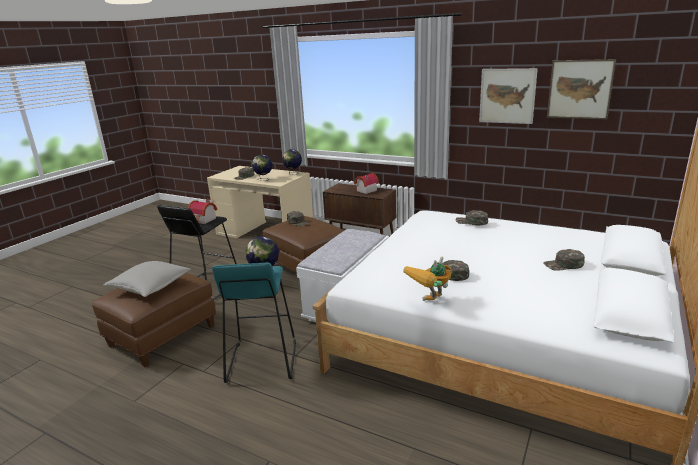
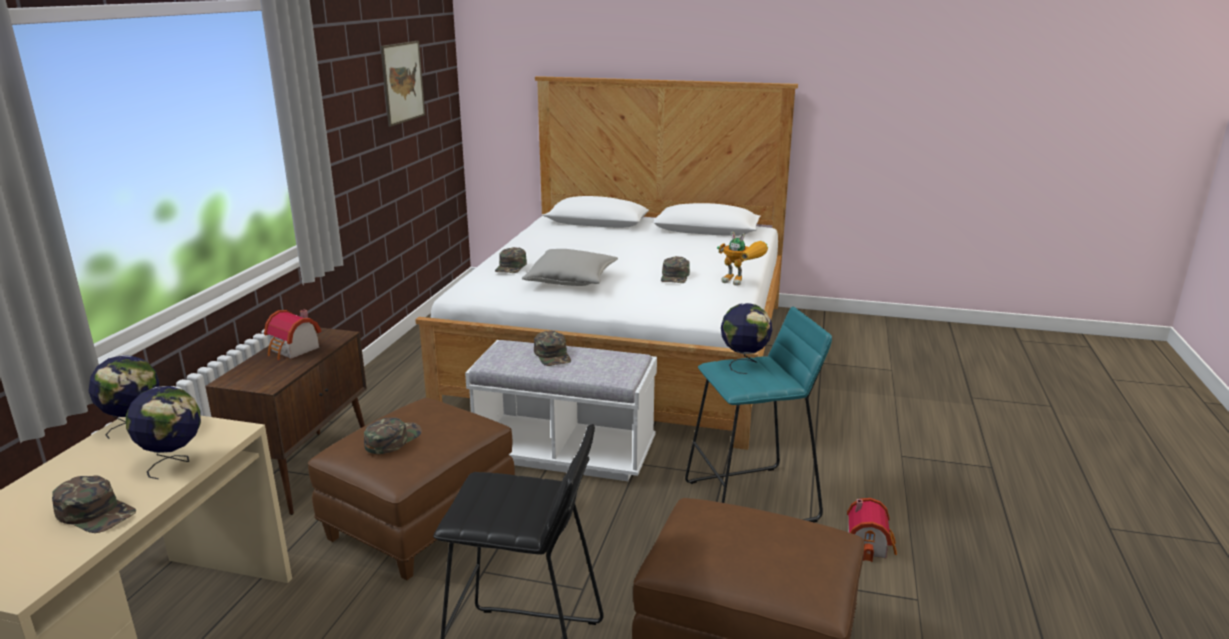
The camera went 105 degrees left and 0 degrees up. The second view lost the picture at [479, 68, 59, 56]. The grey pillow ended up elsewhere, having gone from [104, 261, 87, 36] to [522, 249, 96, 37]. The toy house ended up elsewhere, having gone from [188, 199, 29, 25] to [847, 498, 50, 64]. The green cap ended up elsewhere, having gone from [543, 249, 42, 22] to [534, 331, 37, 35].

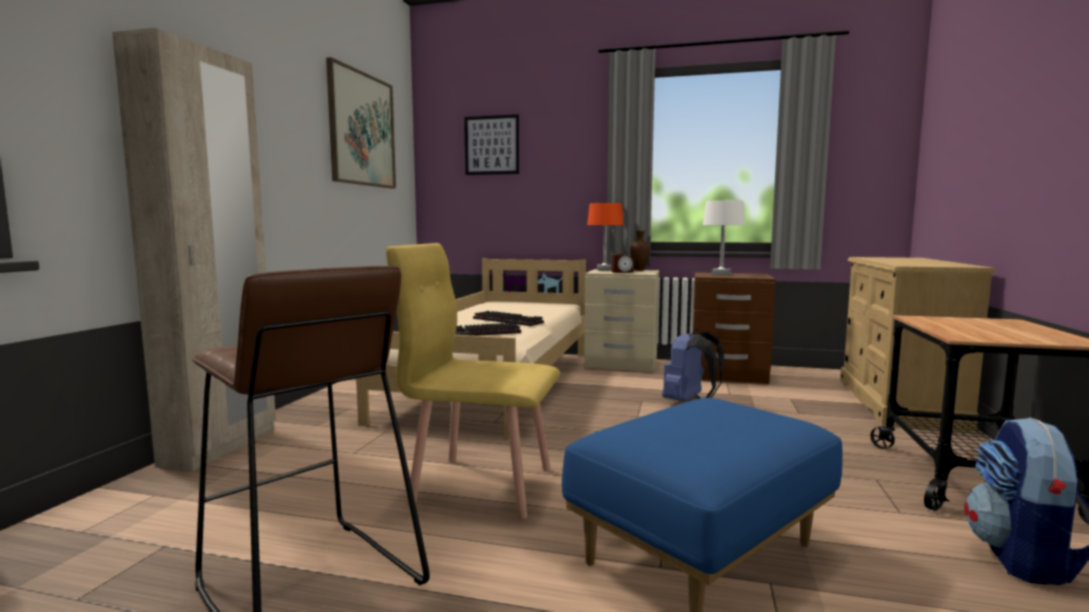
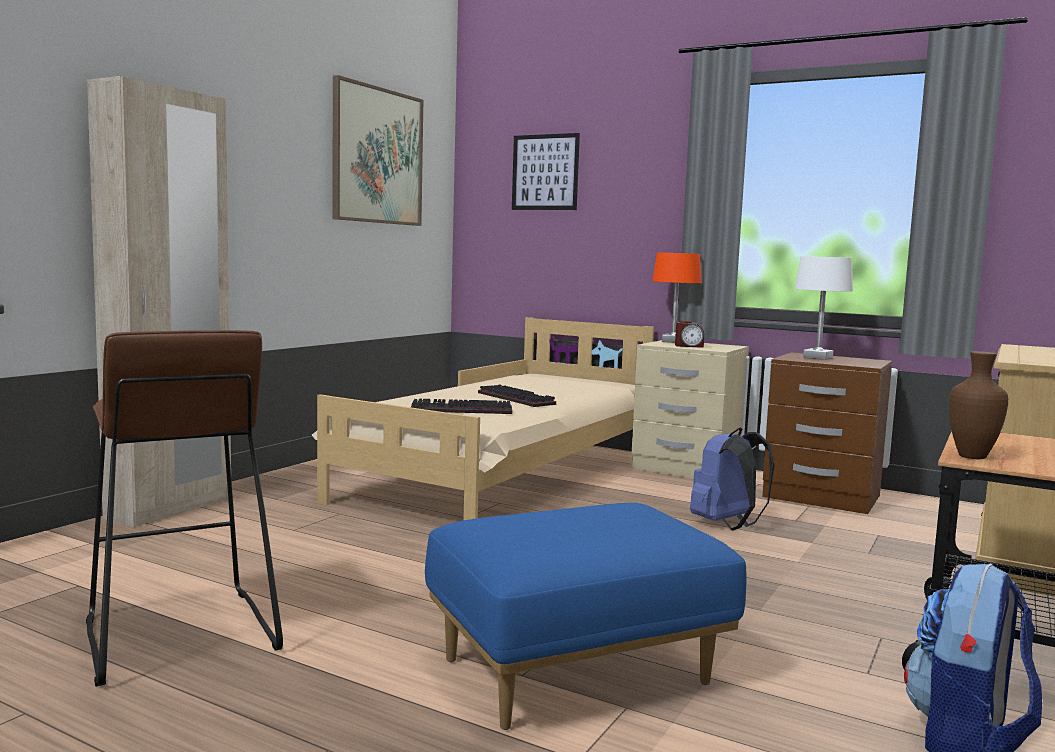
The camera went 15 degrees right and 0 degrees up. The second view lost the yellow chair at [386, 243, 174, 276]. The brown vase ended up elsewhere, having gone from [630, 231, 20, 40] to [949, 351, 59, 108].

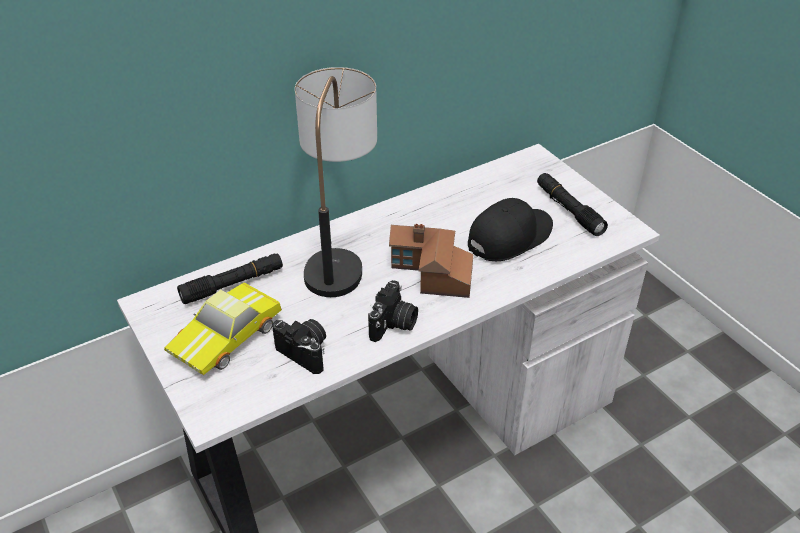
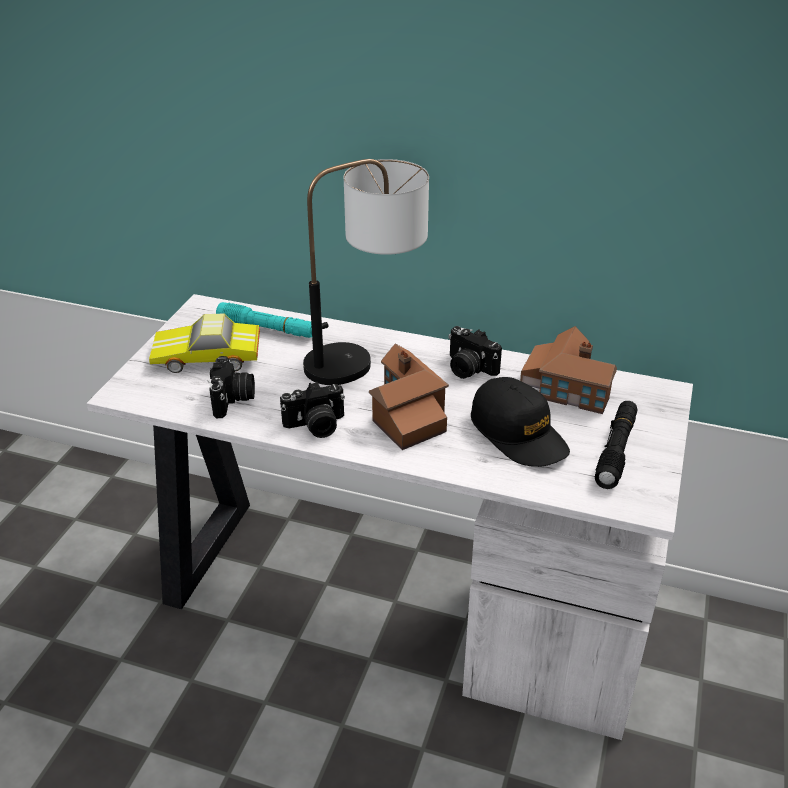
The camera went 50 degrees right and 5 degrees down. The second view gained the photo camera at [448, 326, 54, 53]. The second view gained the toy house at [520, 326, 97, 88]. What was the black flashlight at [177, 253, 106, 51] turned into the turquoise flashlight at [216, 302, 96, 36]. The black cap at [468, 198, 85, 63] ended up facing another way, 45 degrees clockwise from before.

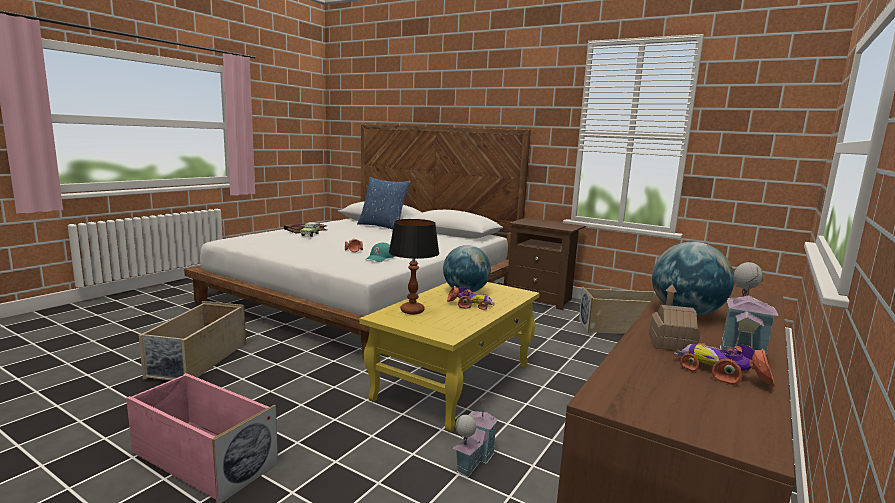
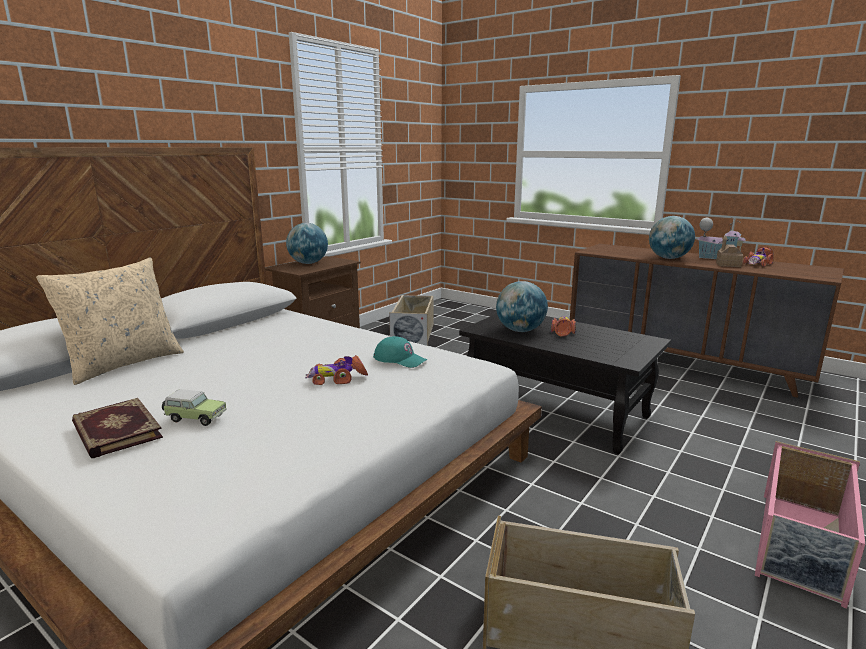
The camera went 85 degrees left and 5 degrees up. The second view lost the table lamp at [389, 219, 50, 95]. The second view lost the toy house at [452, 398, 46, 80]. The second view gained the globe at [286, 223, 42, 41]. What was the blue pillow at [357, 177, 54, 53] turned into the beige pillow at [36, 257, 148, 128]. What was the yellow coffee table at [360, 282, 180, 150] turned into the black coffee table at [459, 314, 212, 140].

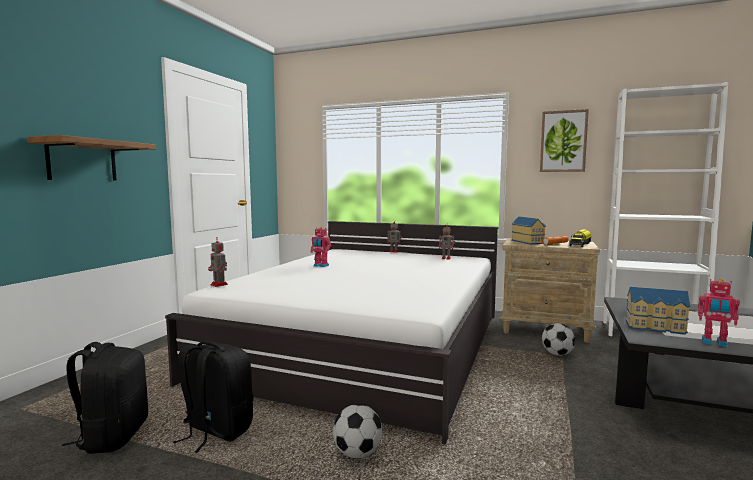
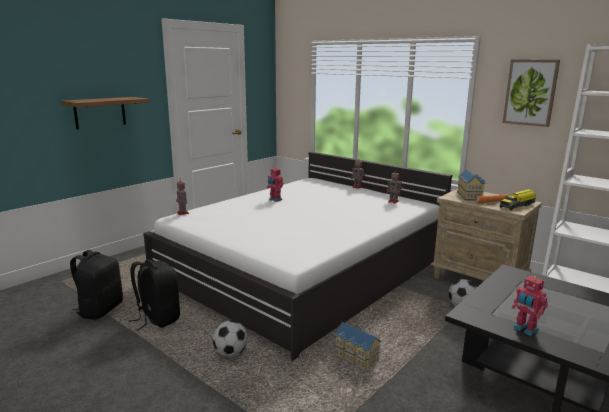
The camera went 20 degrees right and 10 degrees up. The toy house ended up elsewhere, having gone from [626, 287, 64, 48] to [335, 322, 46, 48].

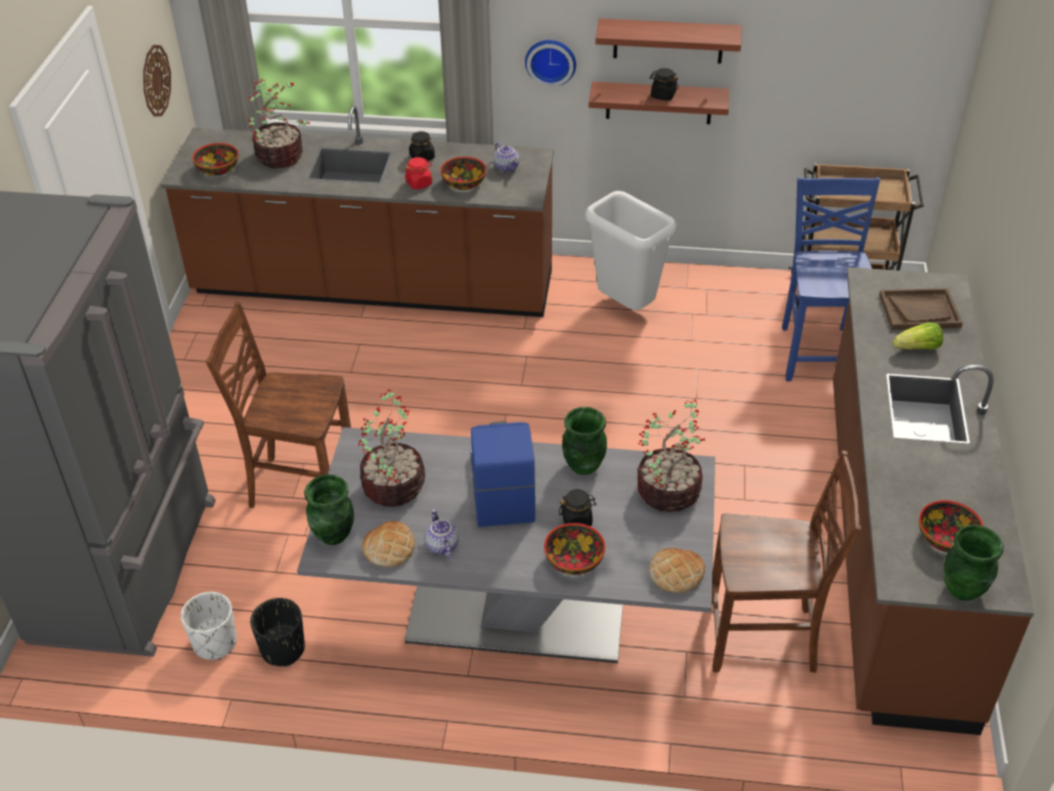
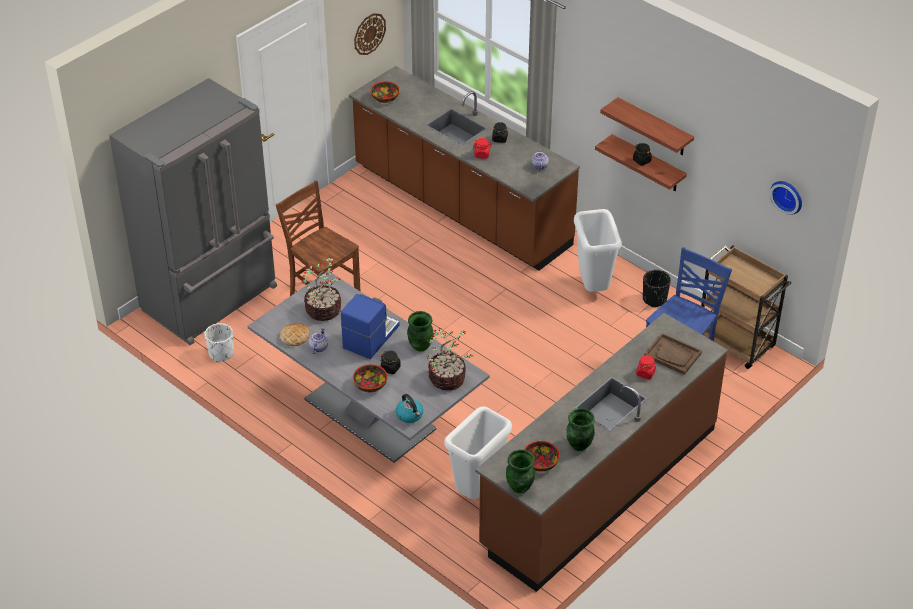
The camera went 35 degrees right and 0 degrees up. The second view lost the potted plant at [247, 78, 64, 90]. The second view lost the bowl at [440, 157, 46, 33]. The black planter ended up elsewhere, having gone from [250, 598, 55, 69] to [643, 270, 28, 37]. The green vase ended up elsewhere, having gone from [304, 474, 50, 71] to [566, 408, 29, 43]. The wall clock ended up elsewhere, having gone from [525, 40, 51, 47] to [770, 181, 32, 34]. Where the bread stood at [649, 548, 56, 45], the kettle came to stand at [396, 394, 27, 29]. Where the brown chair stood at [712, 451, 149, 222], the white trash can came to stand at [444, 406, 68, 93]. Where the lettuce stood at [893, 322, 50, 28], the red jar came to stand at [636, 355, 20, 24].

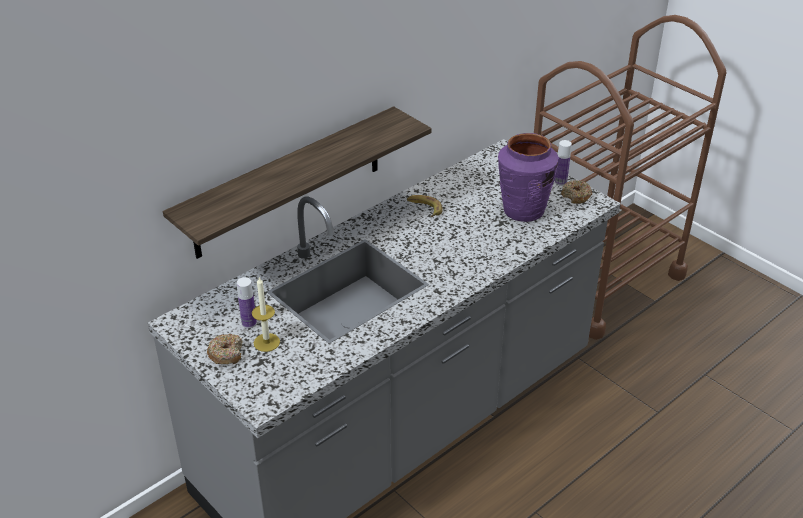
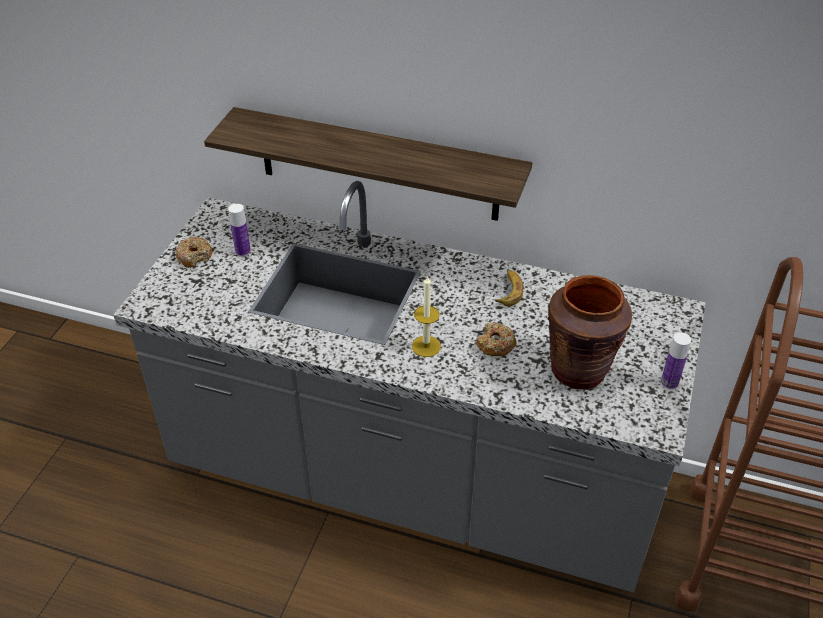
The camera went 60 degrees right and 5 degrees up. The candle ended up elsewhere, having gone from [252, 277, 28, 75] to [412, 275, 29, 82]. The donut ended up elsewhere, having gone from [561, 180, 31, 24] to [476, 323, 40, 33]. What was the purple vase at [498, 133, 60, 89] turned into the brown vase at [548, 275, 84, 115].

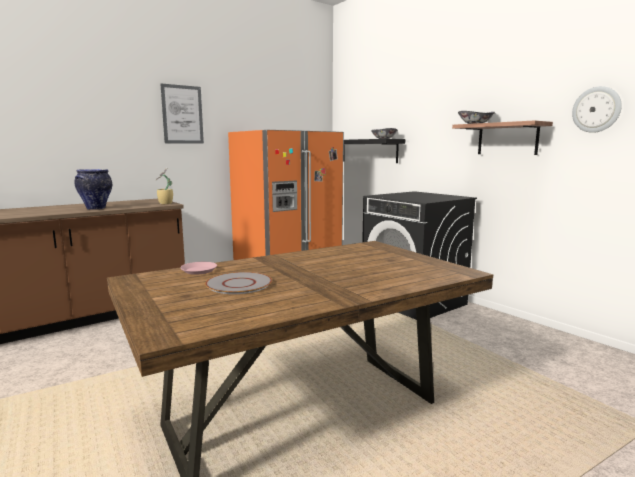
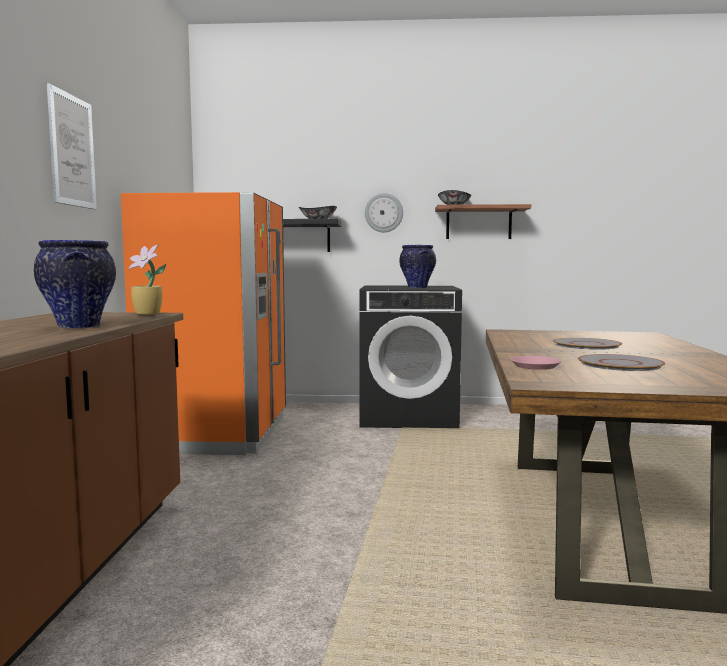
The camera went 50 degrees left and 5 degrees down. The second view gained the vase at [399, 245, 37, 43]. The second view gained the grey plate at [553, 338, 69, 12]. The wall clock ended up elsewhere, having gone from [572, 86, 50, 47] to [365, 193, 38, 39].

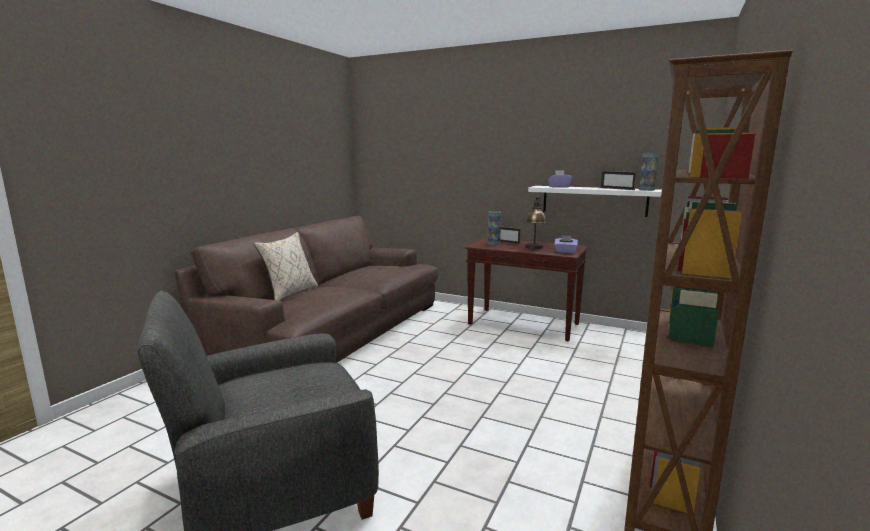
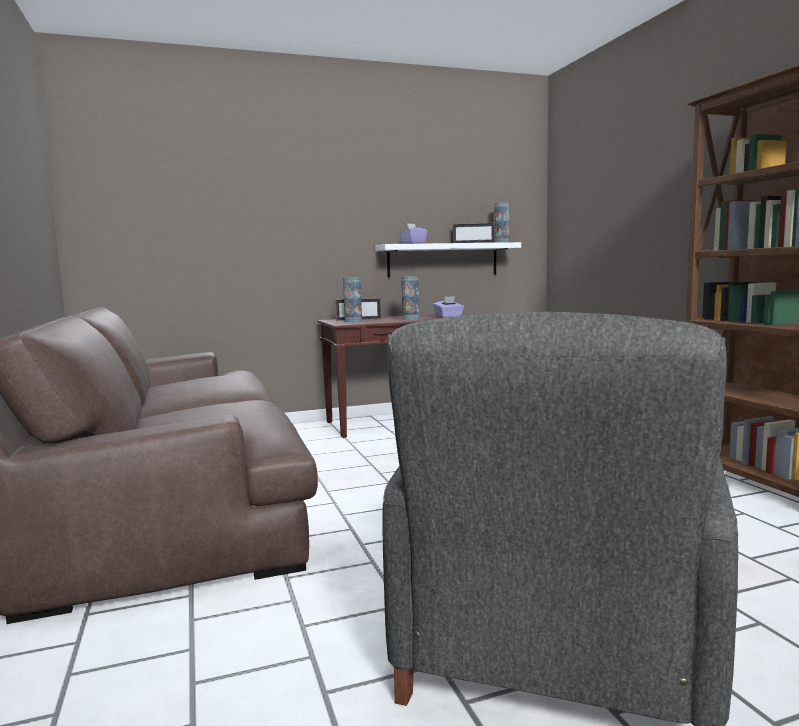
The camera went 45 degrees left and 5 degrees down. The second view lost the beige pillow at [254, 232, 64, 69]. Where the table lamp stood at [525, 197, 21, 52], the vase came to stand at [401, 276, 18, 44].

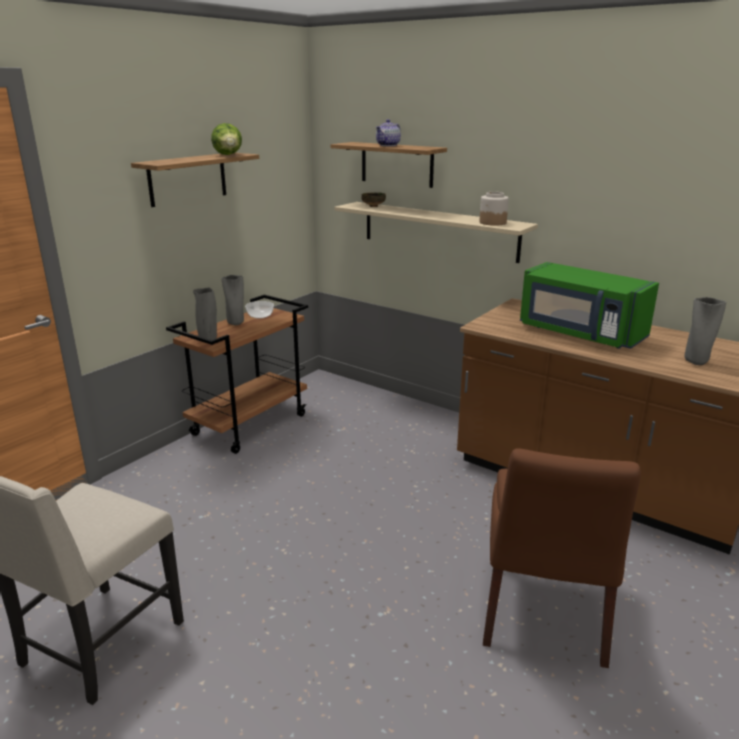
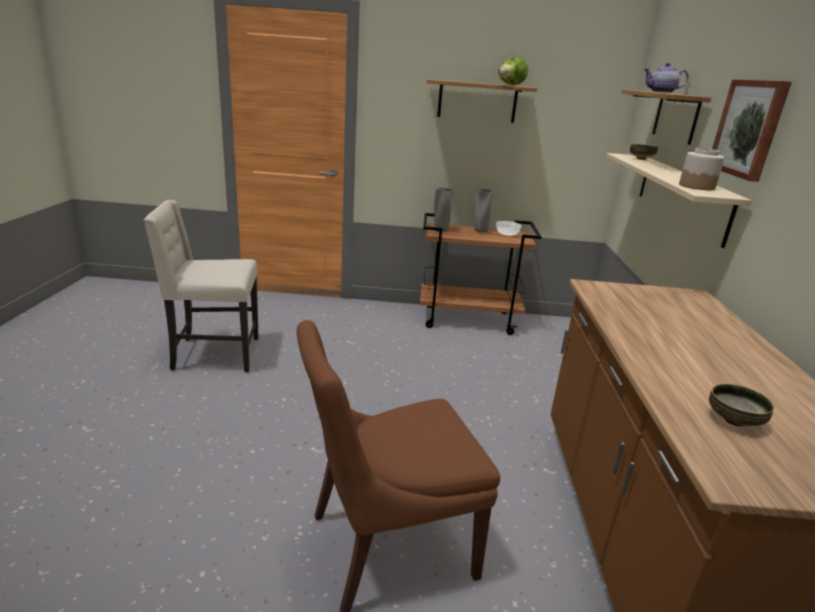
The camera went 55 degrees right and 0 degrees up. The second view lost the green microwave at [520, 262, 139, 87]. The second view gained the picture at [712, 80, 80, 102]. Where the grey vase stood at [684, 297, 42, 68], the bowl came to stand at [709, 384, 65, 43].

